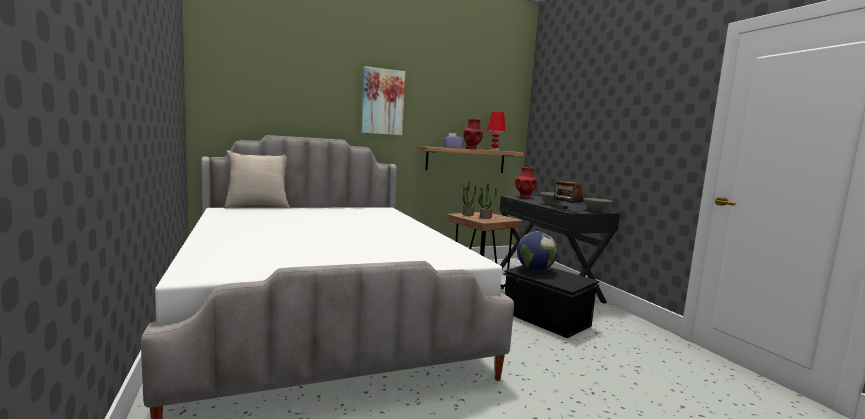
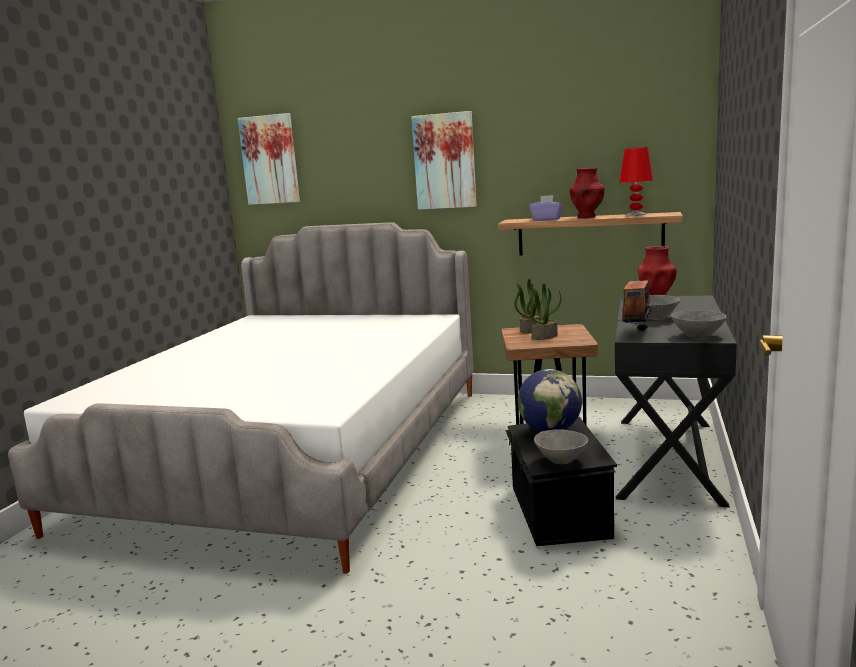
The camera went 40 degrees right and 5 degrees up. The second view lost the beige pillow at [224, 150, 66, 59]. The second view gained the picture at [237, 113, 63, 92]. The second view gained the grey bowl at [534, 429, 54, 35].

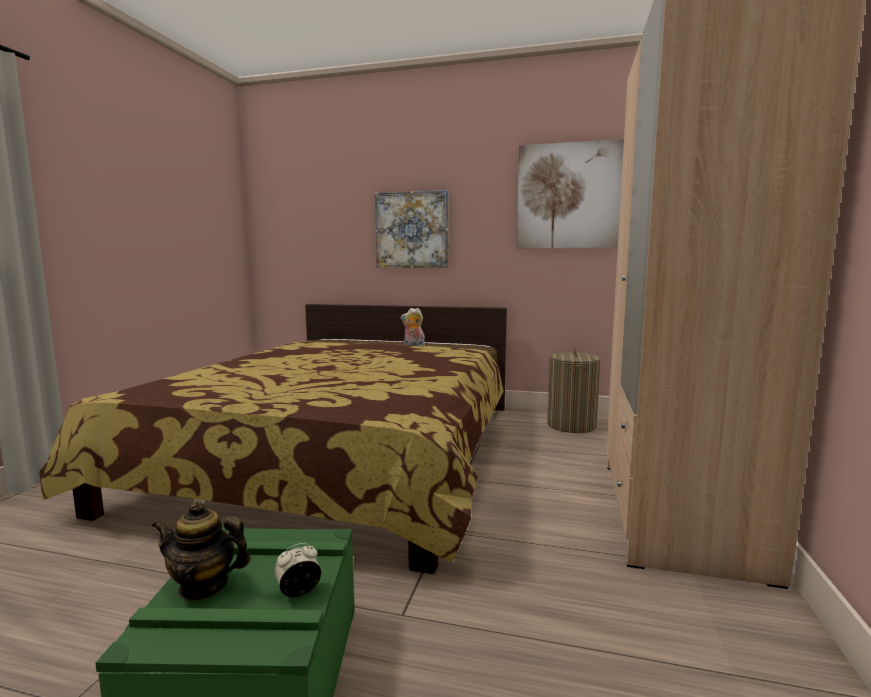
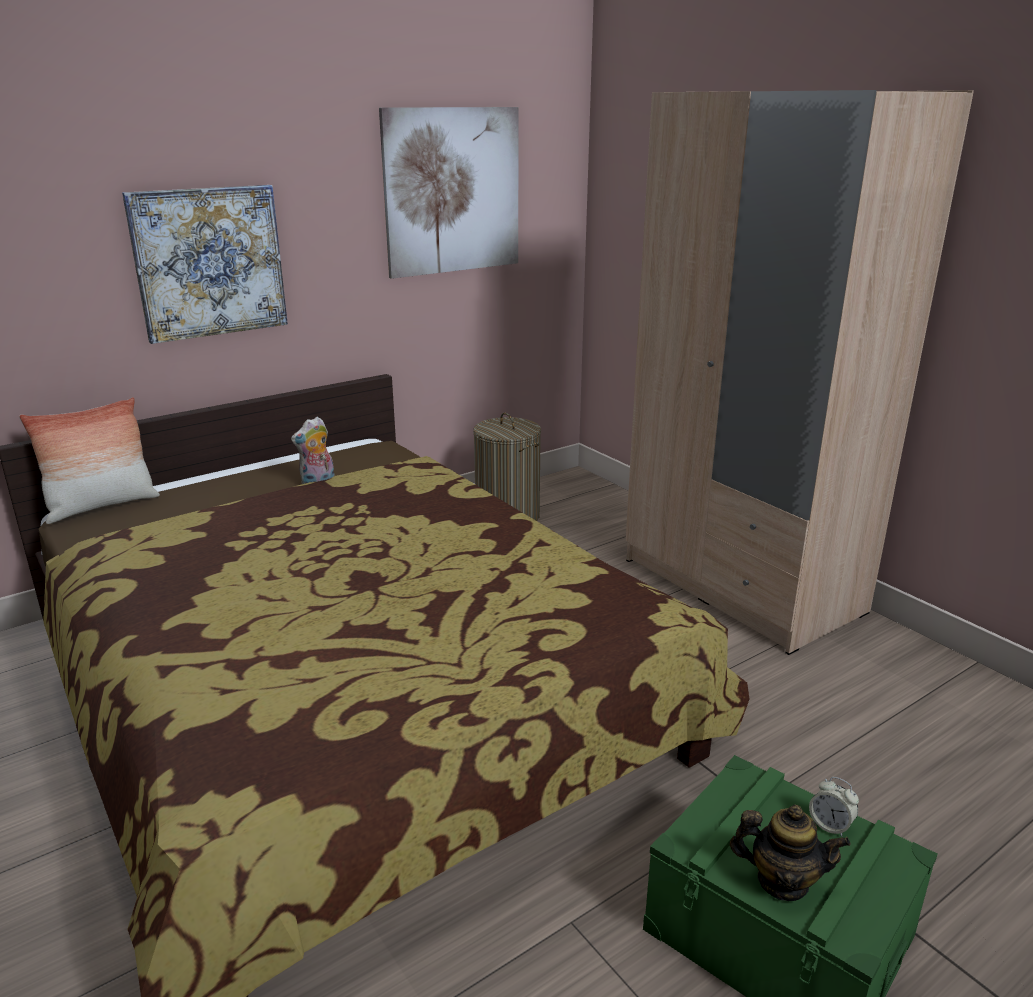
The camera went 50 degrees left and 15 degrees up. The second view gained the pillow at [19, 397, 141, 127]. The teapot at [152, 501, 99, 100] ended up facing another way, 120 degrees counterclockwise from before. The alarm clock at [274, 543, 47, 54] ended up facing another way, 60 degrees counterclockwise from before.

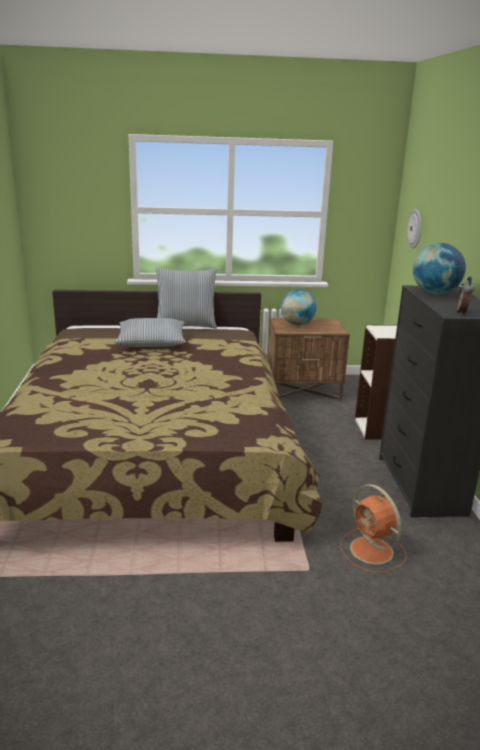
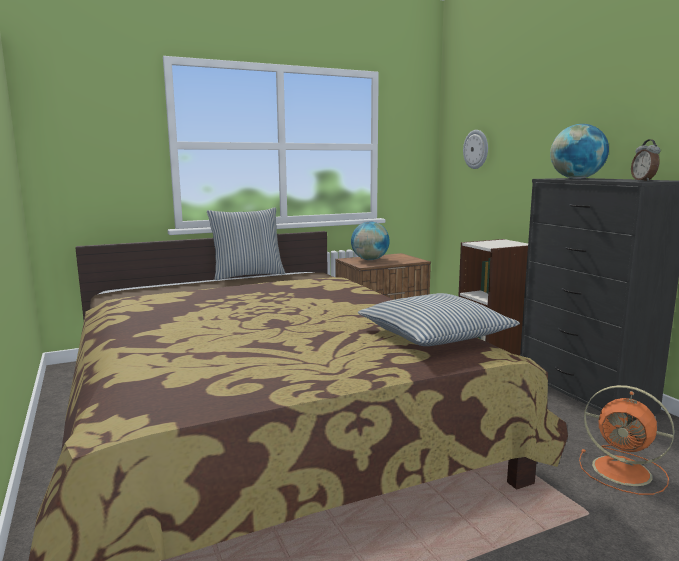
The camera went 20 degrees left and 10 degrees down. The pillow ended up elsewhere, having gone from [114, 318, 72, 29] to [358, 293, 162, 53].

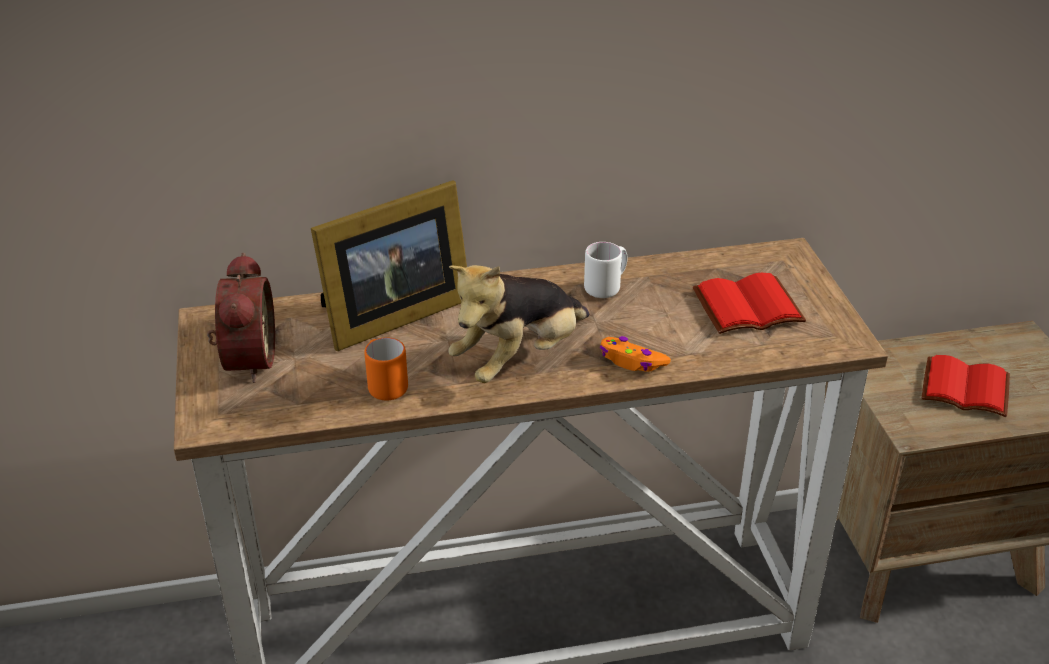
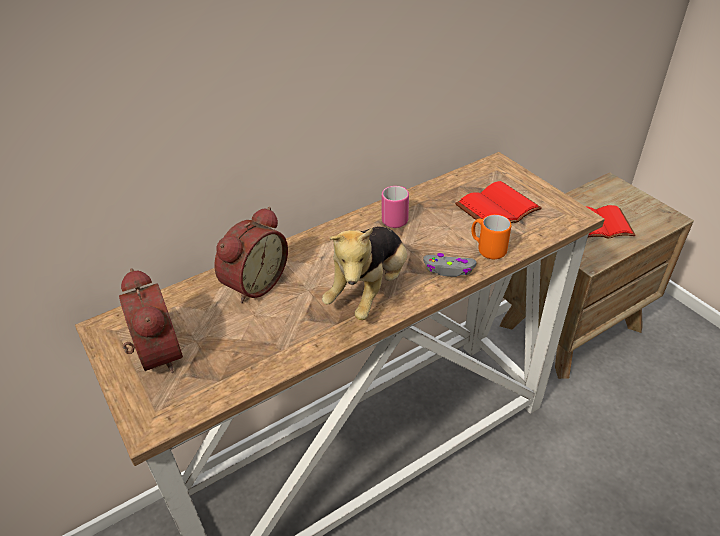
The camera went 20 degrees left and 5 degrees up. The orange mug ended up elsewhere, having gone from [365, 337, 43, 64] to [471, 215, 40, 44]. Where the picture frame stood at [311, 180, 156, 171], the alarm clock came to stand at [214, 207, 74, 96]. What was the white mug at [584, 242, 44, 56] turned into the pink mug at [382, 186, 27, 42]. What was the orange game controller at [600, 336, 71, 36] turned into the grey game controller at [423, 253, 54, 24].

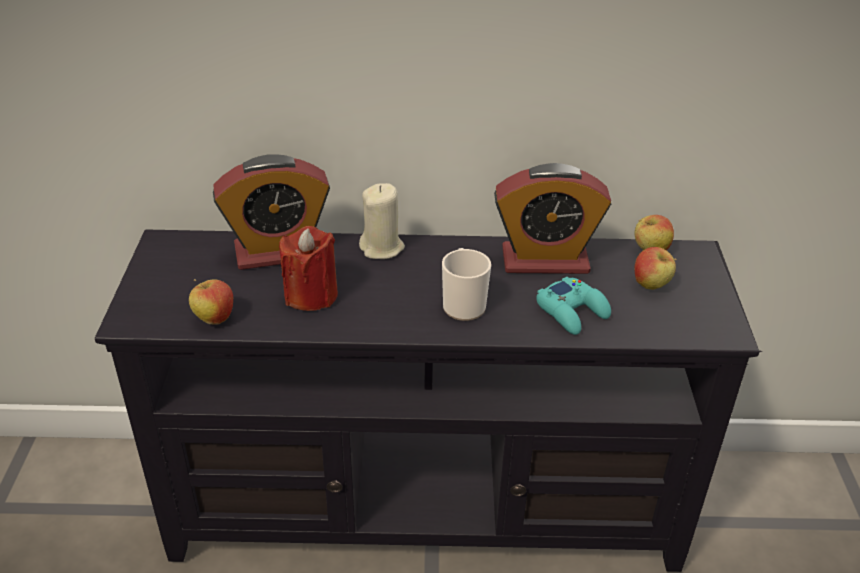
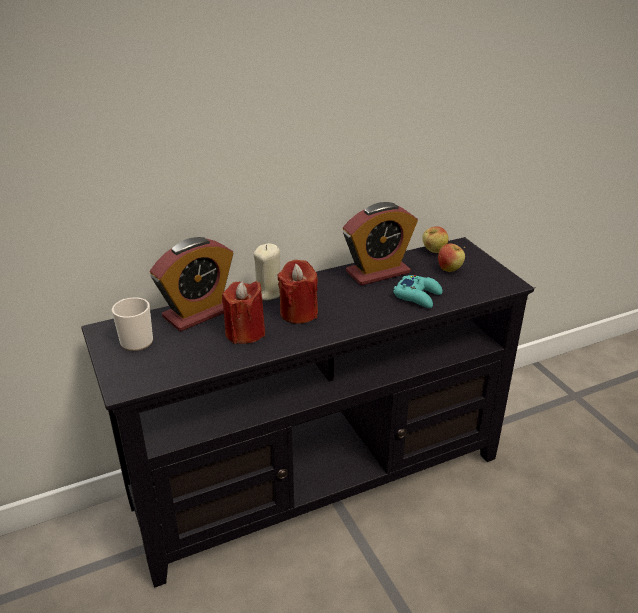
The camera went 25 degrees left and 5 degrees down. The second view lost the apple at [189, 279, 44, 46]. The second view gained the red candle at [277, 260, 41, 64]. The mug ended up elsewhere, having gone from [442, 248, 49, 73] to [112, 297, 41, 54].

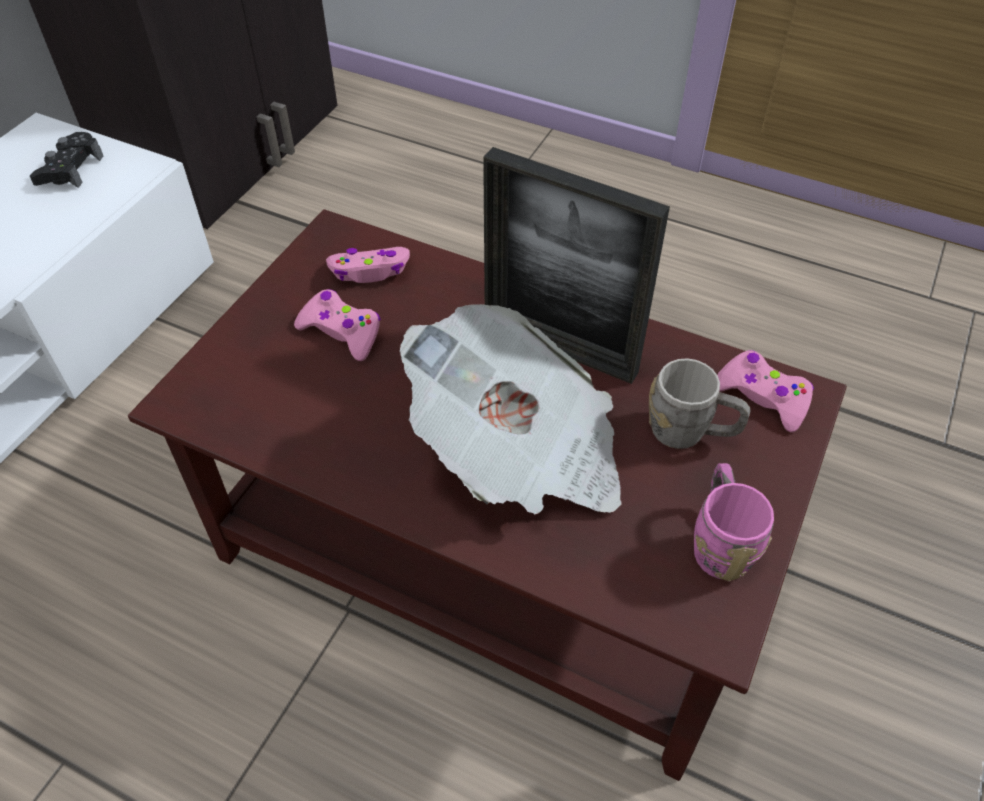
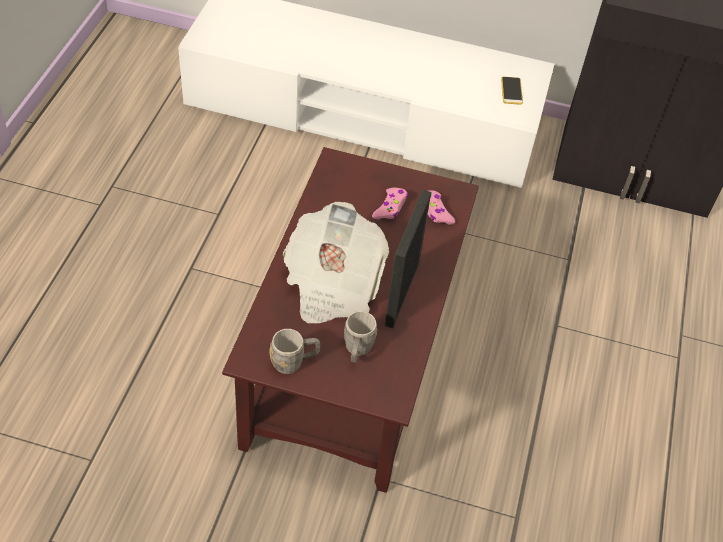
The camera went 75 degrees right and 0 degrees up. The second view lost the pink game controller at [717, 350, 97, 82]. Where the black game controller stood at [30, 132, 74, 56], the phone came to stand at [501, 77, 22, 28]. What was the pink mug at [694, 463, 80, 119] turned into the grey mug at [269, 329, 51, 45].

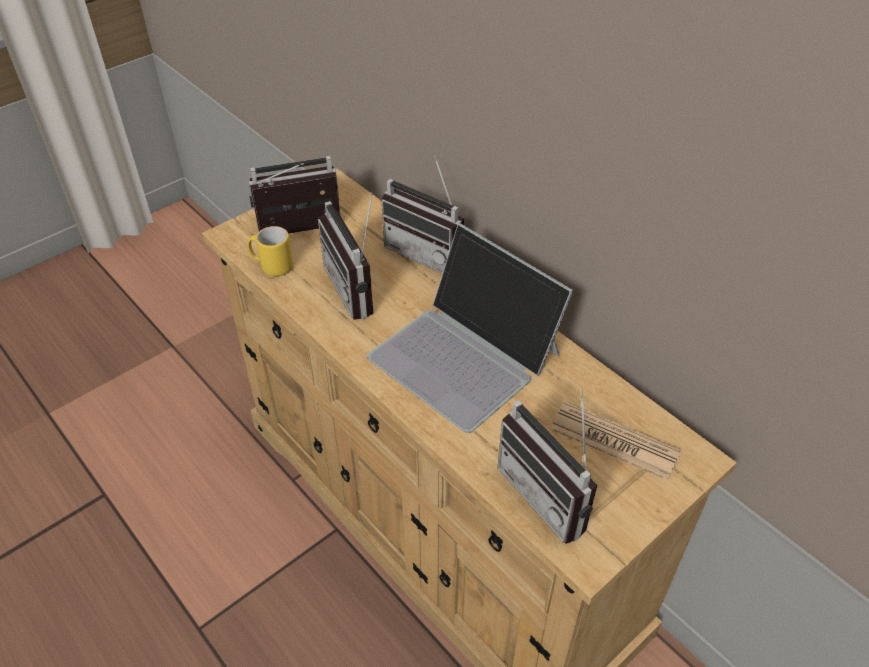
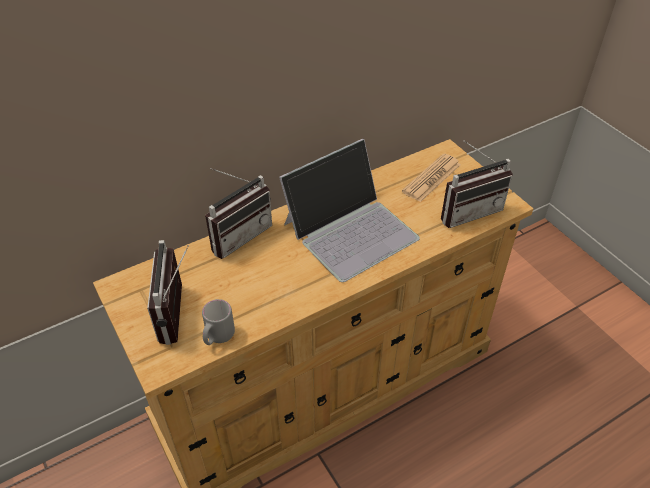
The camera went 80 degrees left and 0 degrees up. The second view lost the radio at [318, 192, 55, 128]. What was the yellow mug at [247, 226, 46, 50] turned into the grey mug at [202, 299, 33, 46].

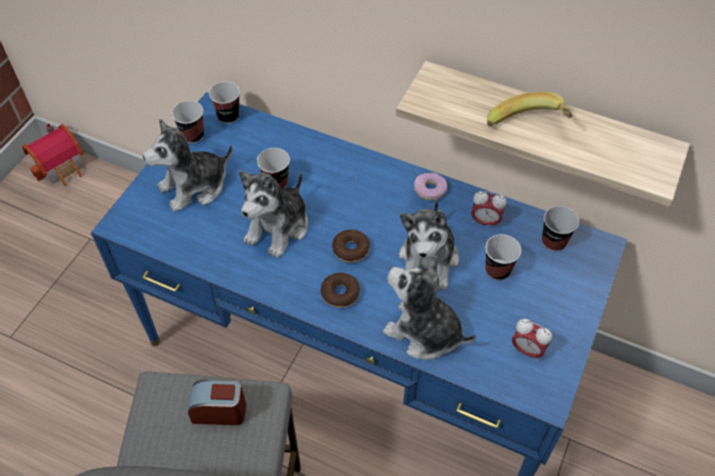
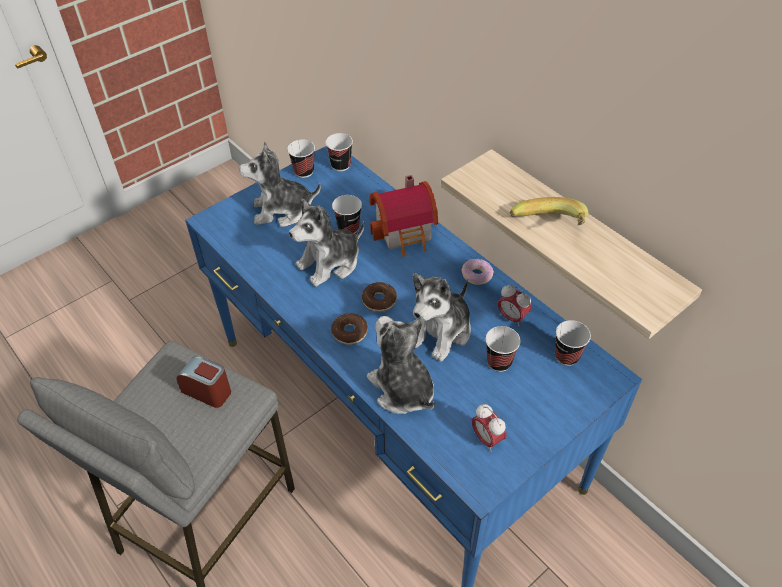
The camera went 25 degrees right and 5 degrees down. The toy house ended up elsewhere, having gone from [22, 123, 62, 63] to [369, 175, 69, 82].

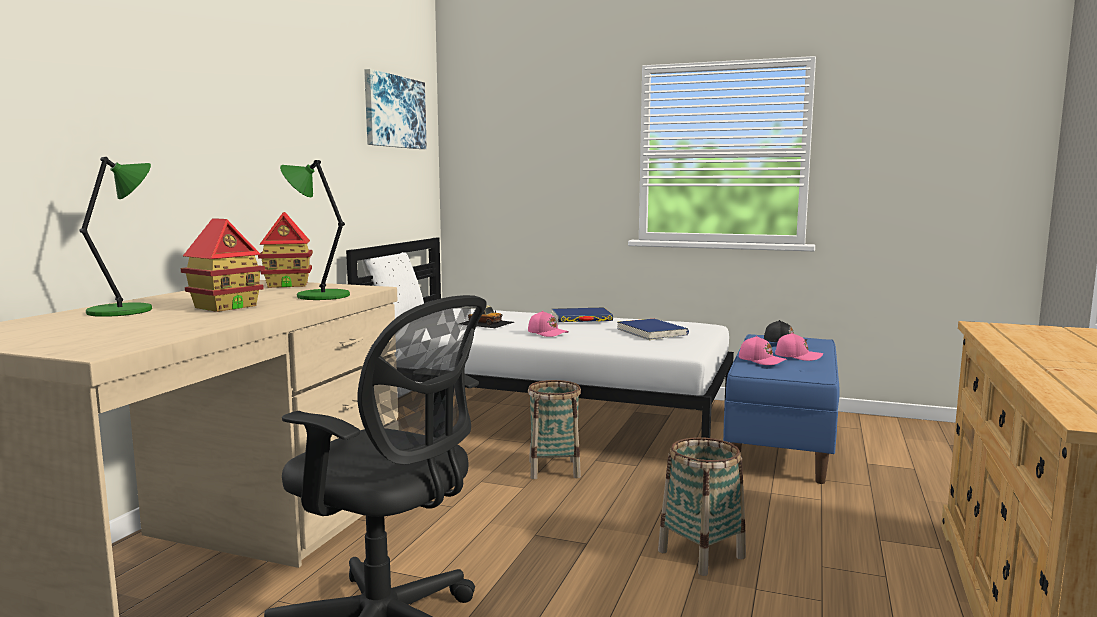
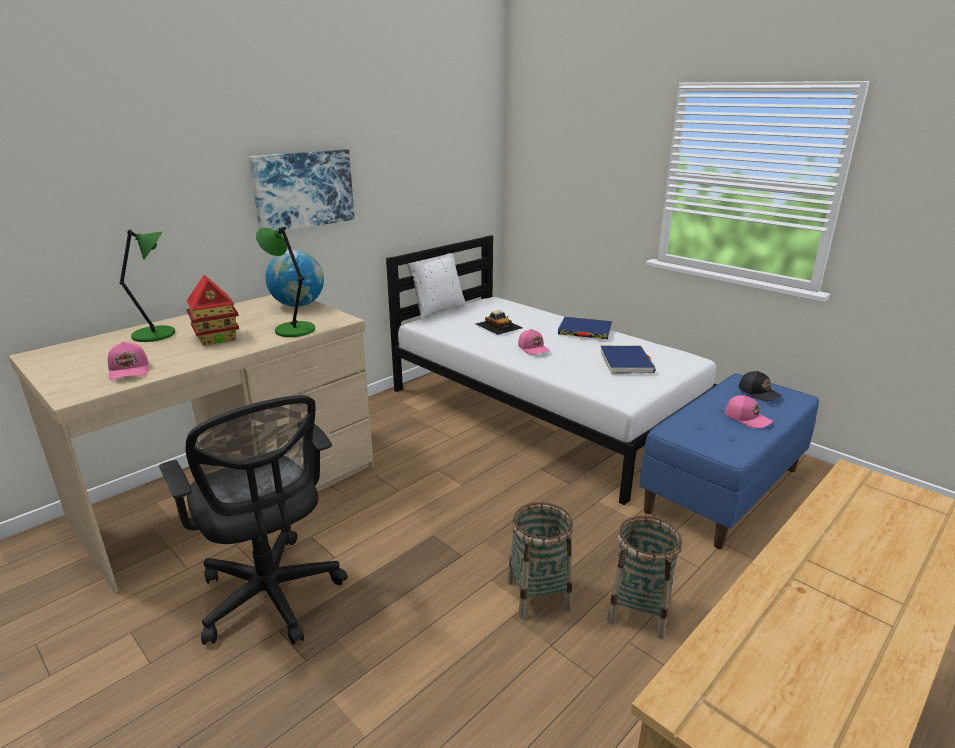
The camera went 25 degrees right and 15 degrees up. The picture ended up elsewhere, having gone from [364, 69, 63, 80] to [249, 149, 106, 82]. The basket ended up elsewhere, having gone from [528, 380, 53, 99] to [607, 516, 75, 123]. The pink cap ended up elsewhere, having gone from [739, 336, 48, 29] to [108, 341, 41, 39]. Where the toy house stood at [258, 212, 55, 76], the globe came to stand at [265, 250, 59, 57].

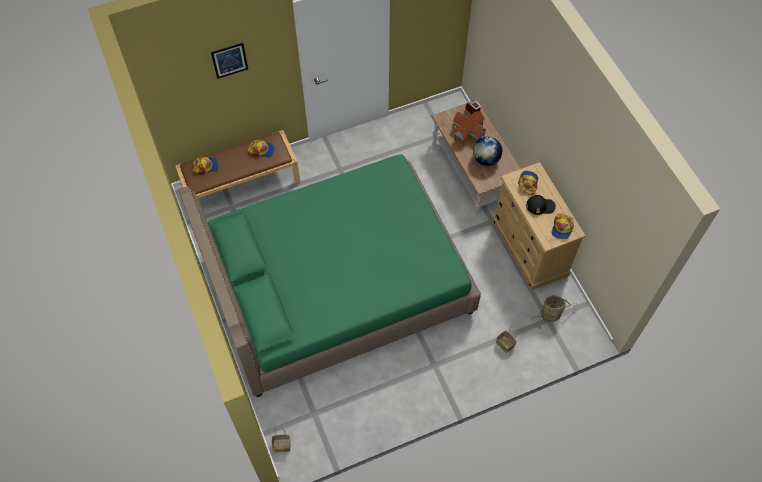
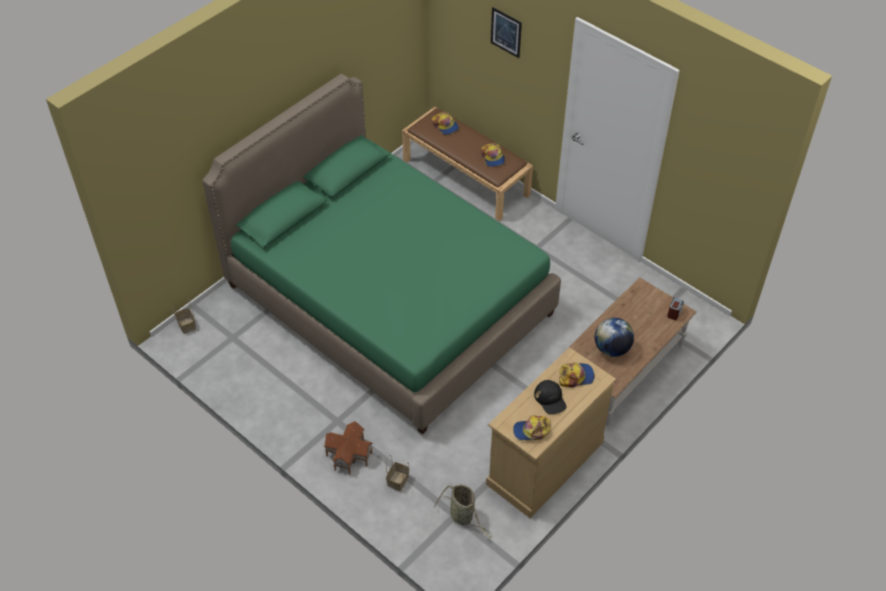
The camera went 65 degrees right and 10 degrees down. The toy house ended up elsewhere, having gone from [453, 111, 33, 35] to [324, 421, 49, 53].

